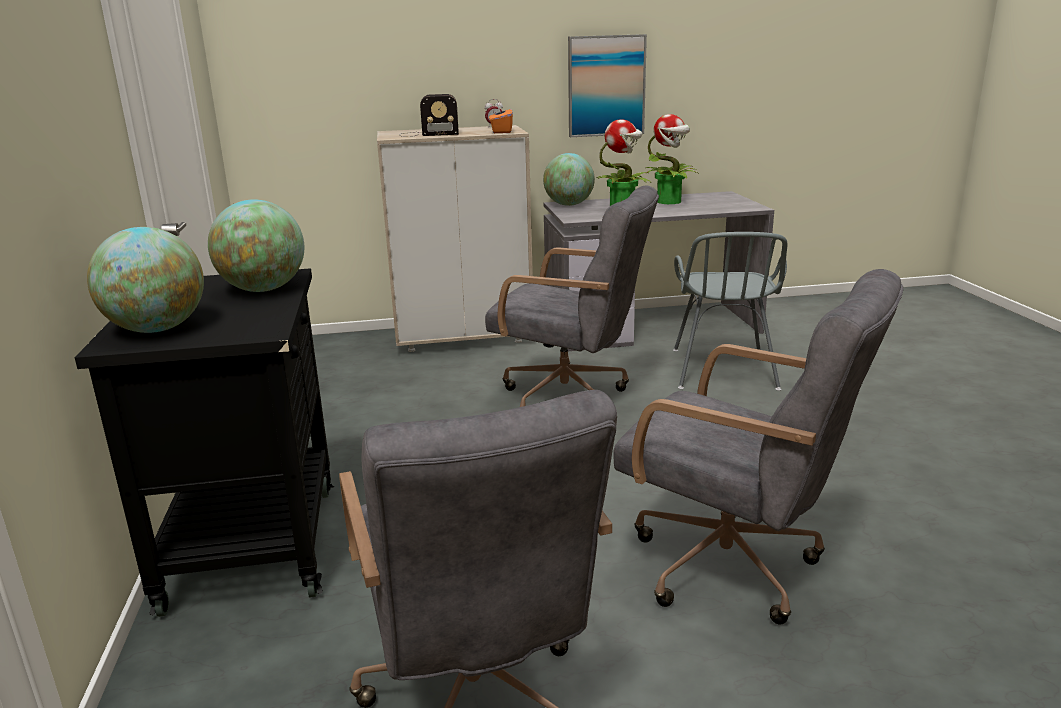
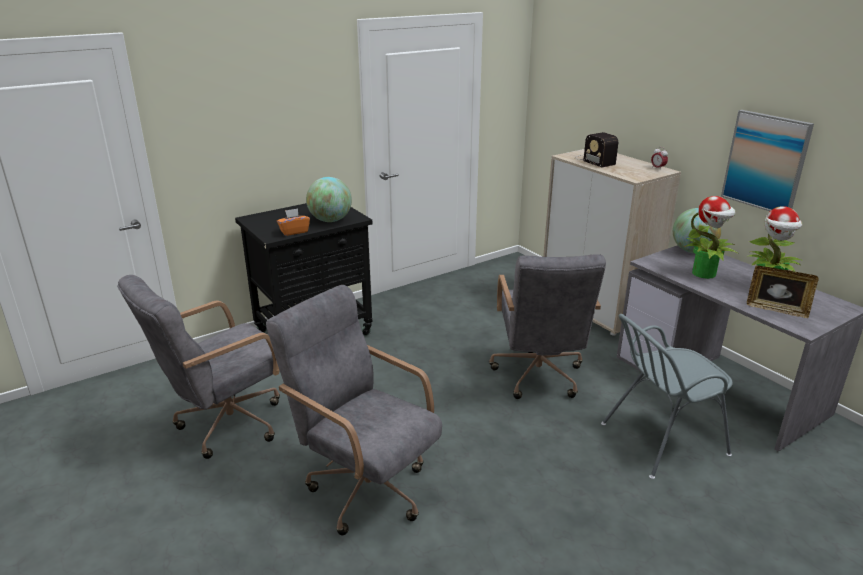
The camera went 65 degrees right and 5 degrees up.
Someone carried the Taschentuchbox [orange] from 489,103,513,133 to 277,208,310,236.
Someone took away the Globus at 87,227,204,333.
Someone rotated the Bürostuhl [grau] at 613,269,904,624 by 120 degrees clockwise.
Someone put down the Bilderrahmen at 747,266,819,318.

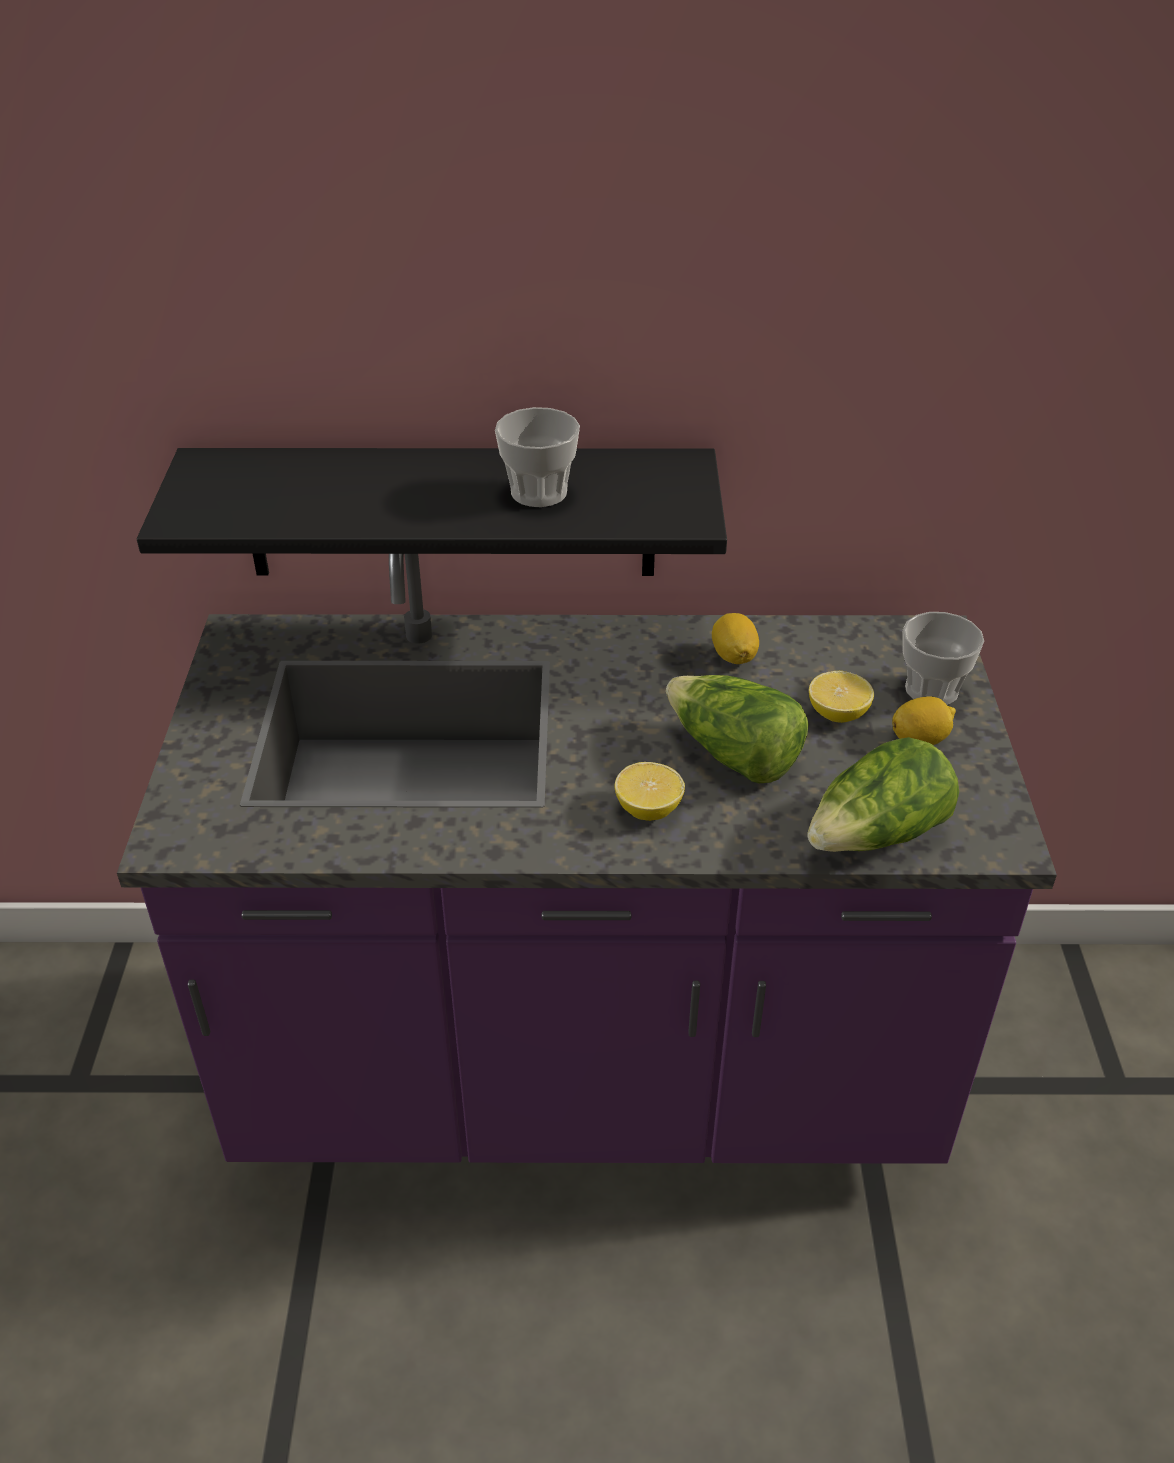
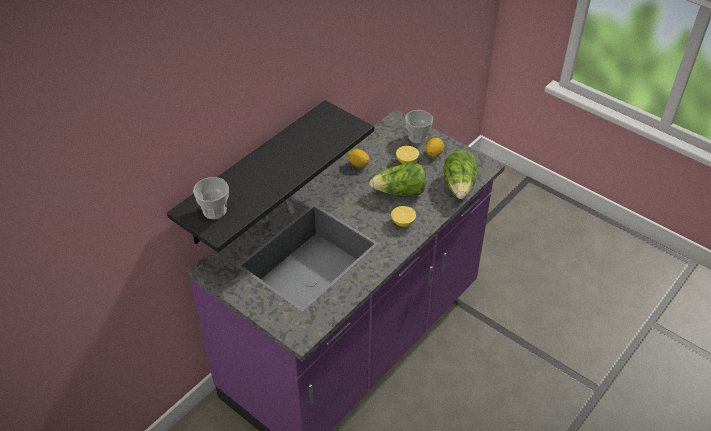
The camera went 50 degrees left and 5 degrees up.
Someone carried the Tasse from 495,407,580,507 to 193,177,229,219.

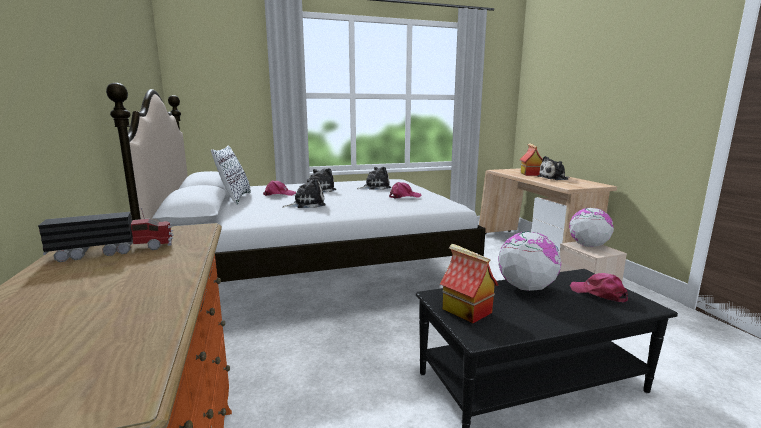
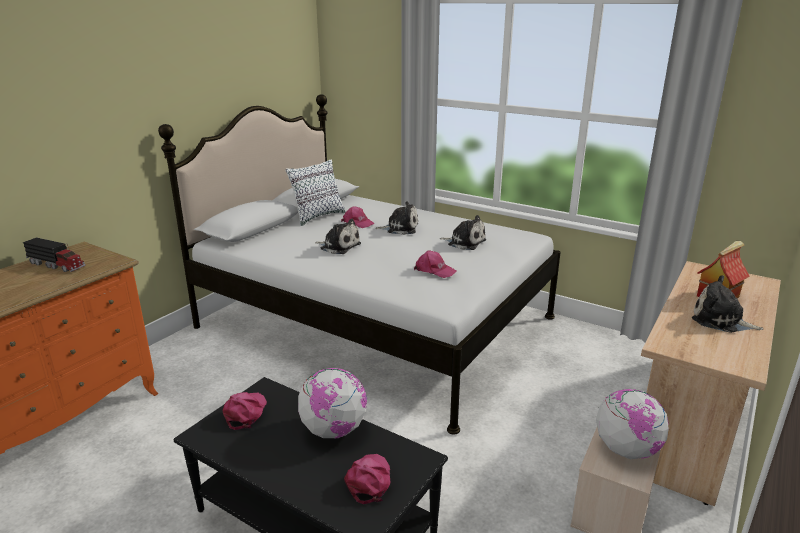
The camera went 50 degrees right and 10 degrees up.
Someone swapped the Spielzeughaus at 440,244,498,323 for the Kappe [rosa] at 222,392,267,430.

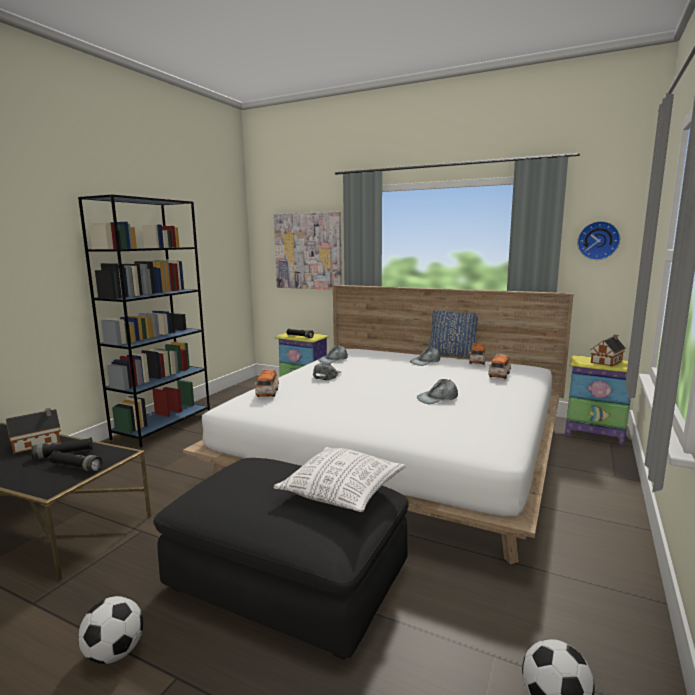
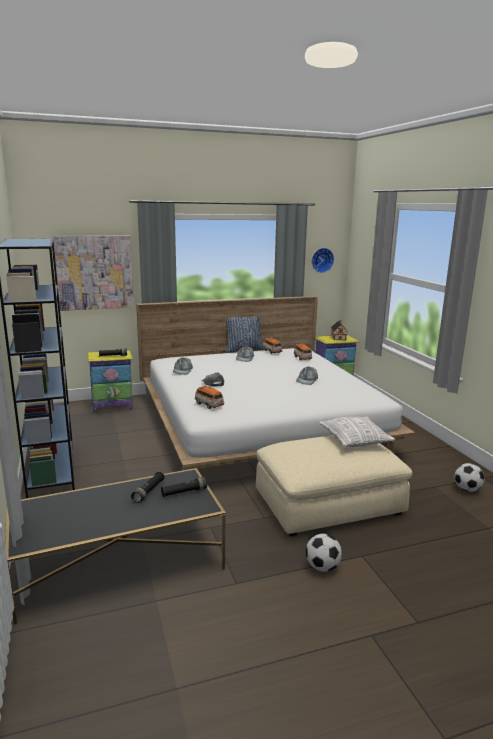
The camera went 45 degrees left and 5 degrees up.
Someone took away the Spielzeughaus at 6,408,61,454.
Someone repainted the Polsterhocker [schwarz] at 153,458,409,660, which became the Polsterhocker [beige] at 256,435,412,536.

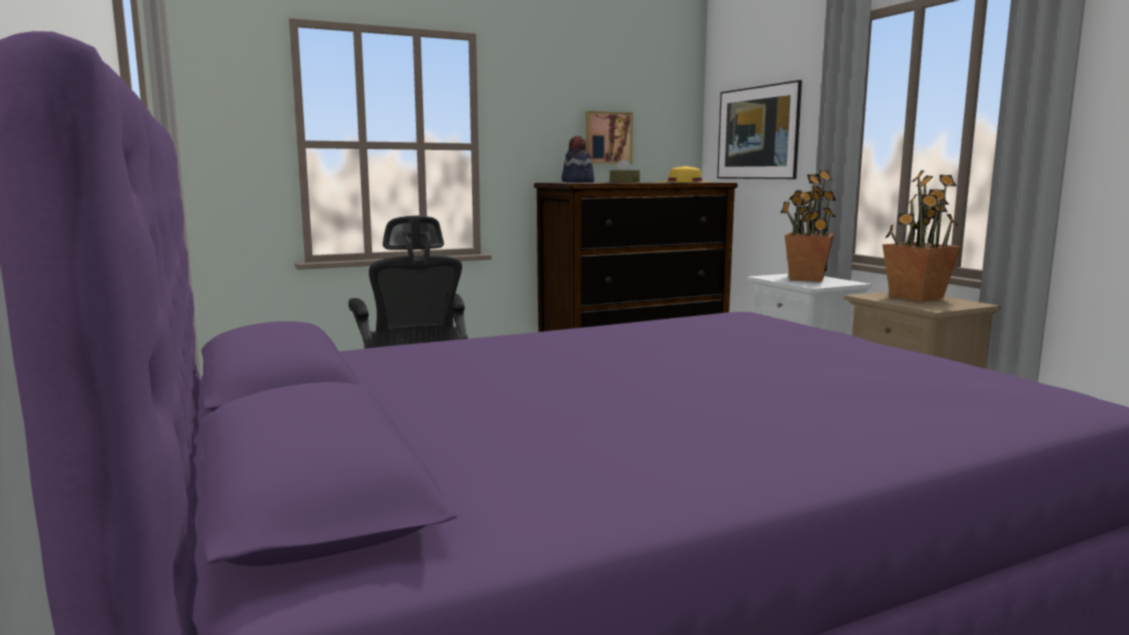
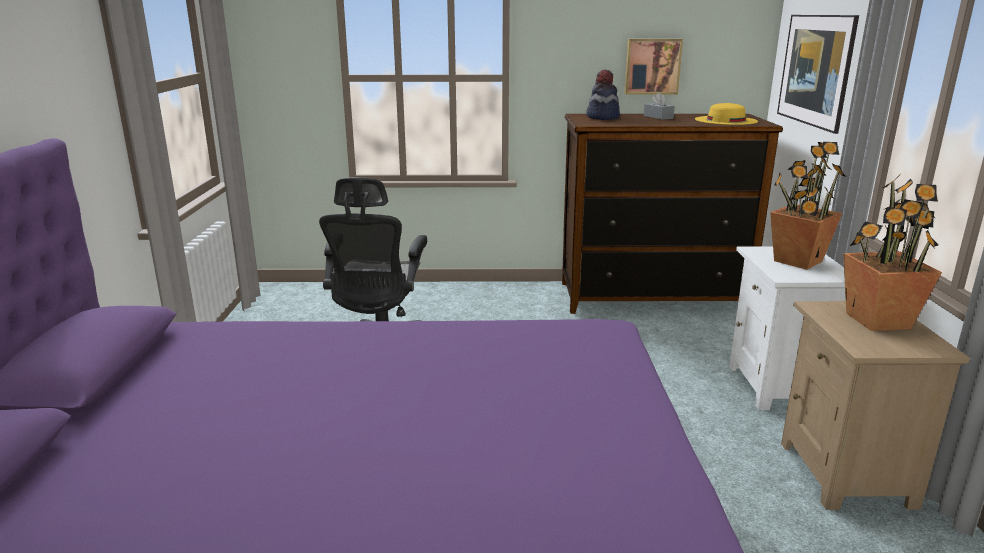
The camera went 25 degrees right and 10 degrees up.
Someone repainted the Taschentuchbox [braun] at 610,159,640,182, which became the Taschentuchbox [grau] at 644,92,675,120.

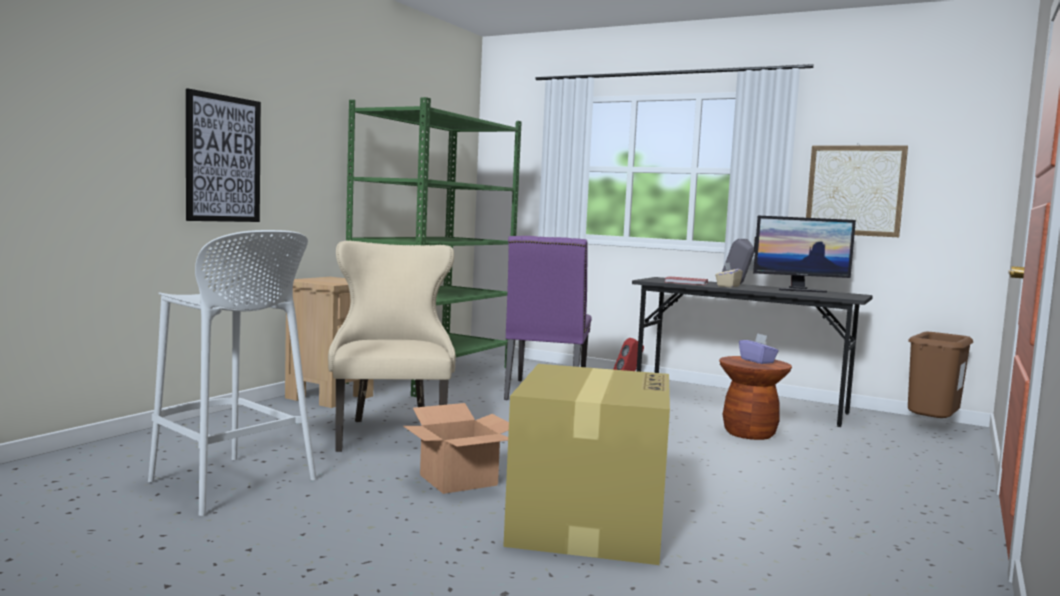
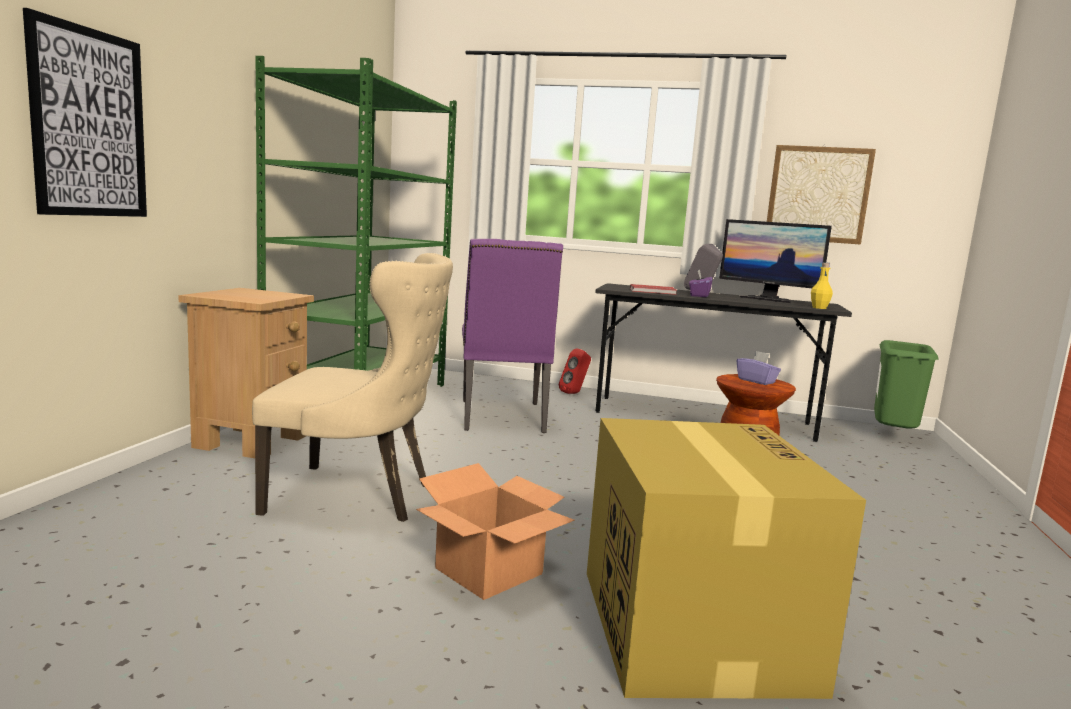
The camera went 15 degrees left and 5 degrees up.
Someone rotated the Monitor at 753,216,856,293 by 45 degrees clockwise.
Someone took away the Hocker [weiß] at 148,230,316,516.
Someone rotated the Stuhl [beige] at 328,240,456,452 by 120 degrees clockwise.
Someone repainted the Taschentuchbox [beige] at 715,263,743,288, which became the Taschentuchbox [lila] at 689,270,713,297.
Someone repainted the Mülleimer [braun] at 908,332,973,418, which became the Mülleimer [grün] at 874,340,939,429.
Someone put down the Flasche [gelb] at 811,262,833,309.

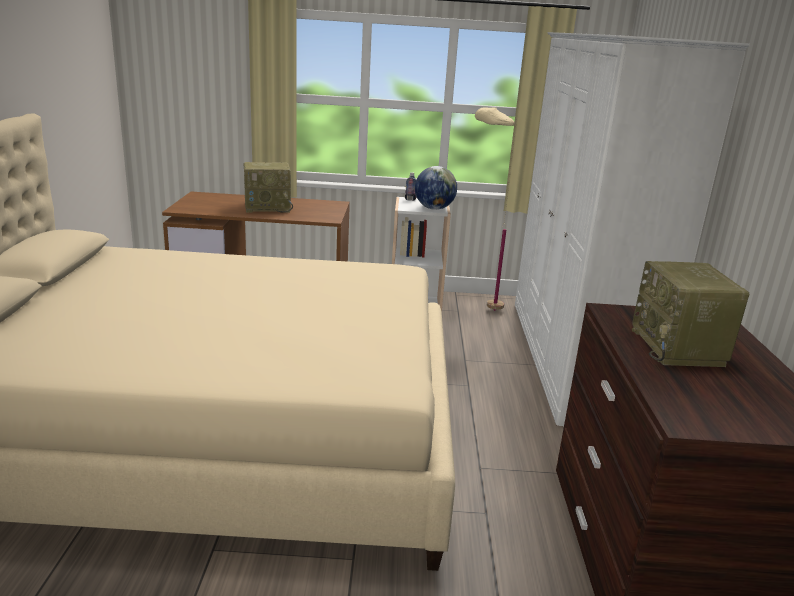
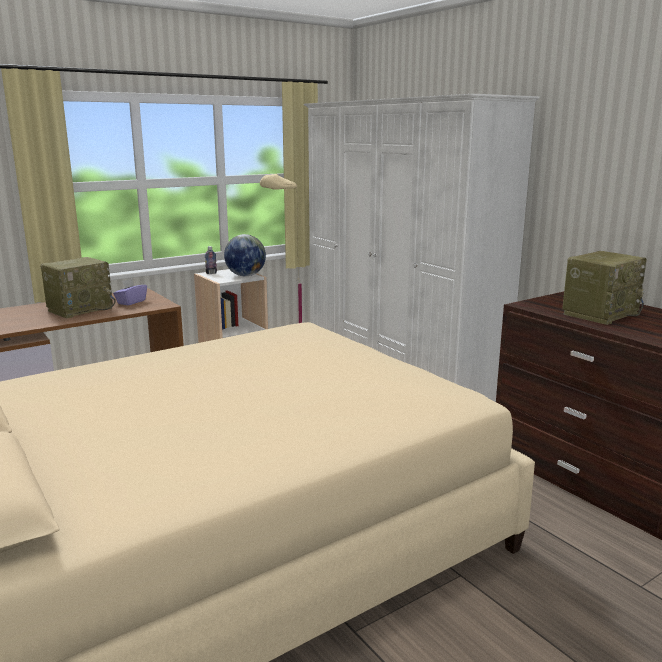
The camera went 35 degrees left and 5 degrees down.
Someone rotated the Radio at 632,261,750,367 by 90 degrees counterclockwise.
Someone put down the Taschentuchbox [lila] at 113,279,147,305.

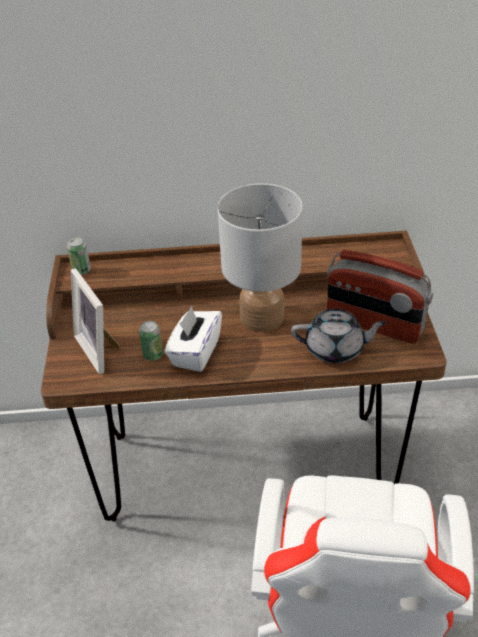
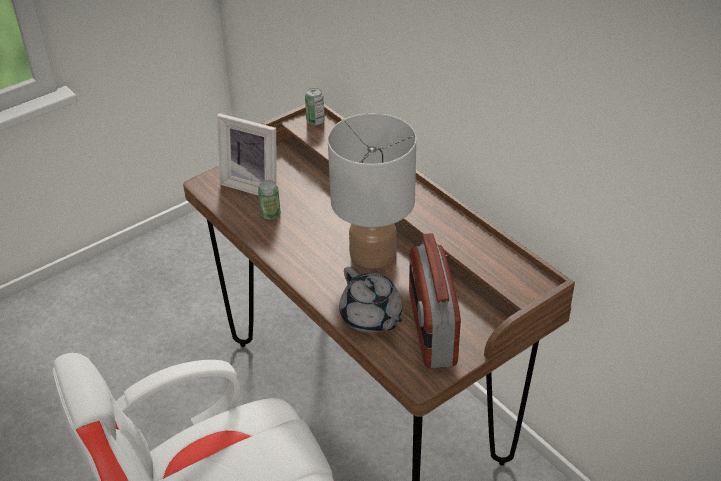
The camera went 55 degrees right and 0 degrees up.
Someone rotated the Bilderrahmen at 71,268,119,374 by 90 degrees counterclockwise.
Someone took away the Taschentuchbox [weiß] at 165,306,222,372.

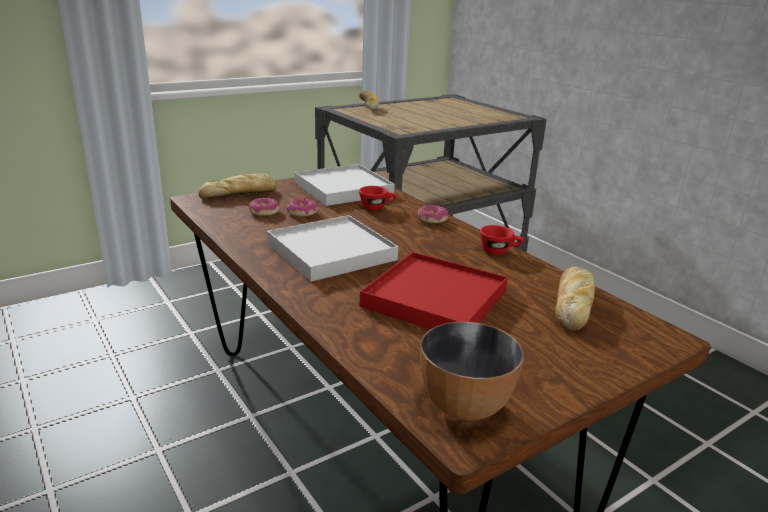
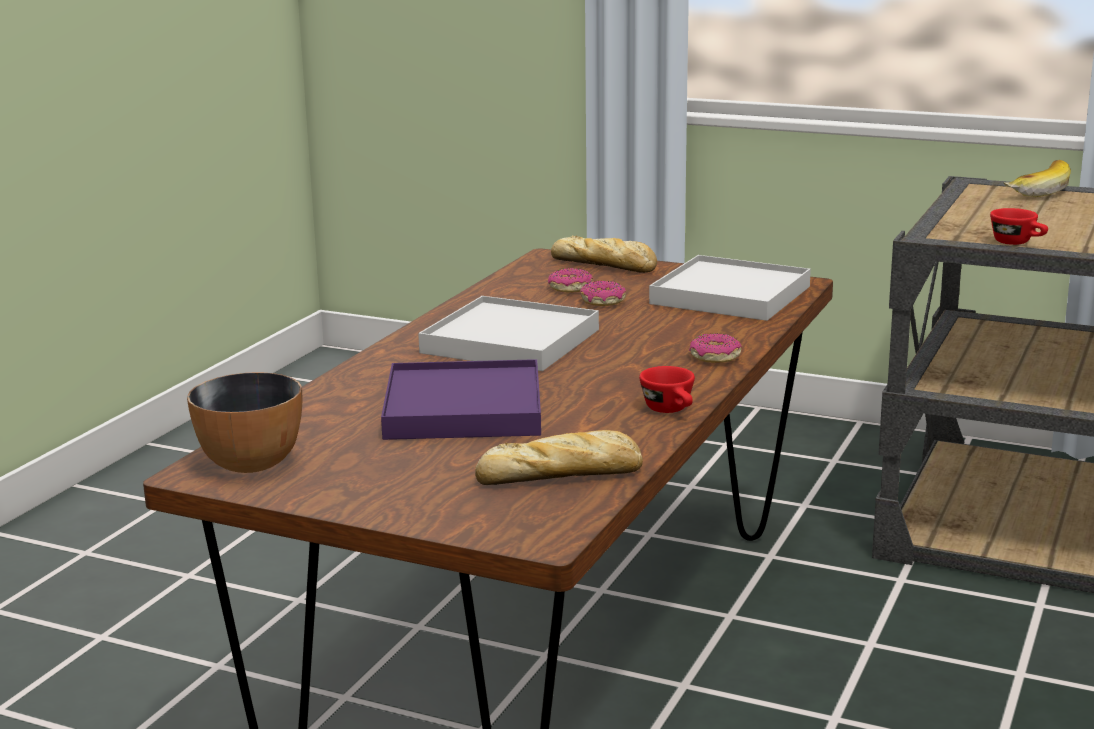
The camera went 60 degrees right and 5 degrees down.
Someone carried the Tasse [rot] from 359,186,396,210 to 990,208,1048,245.
Someone repainted the Tablett [rot] at 360,252,508,329, which became the Tablett [lila] at 381,359,541,440.

